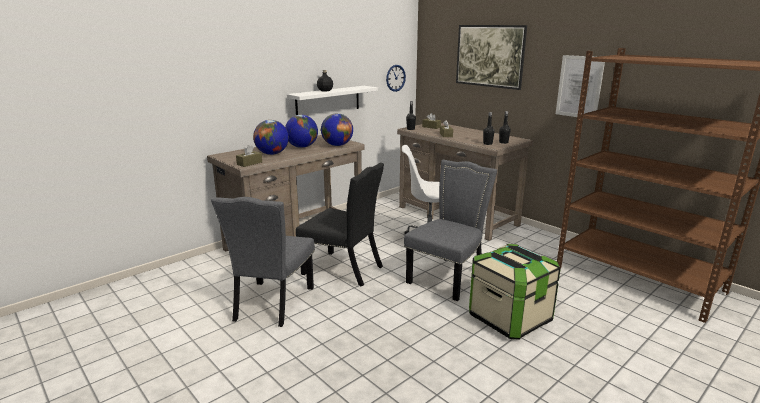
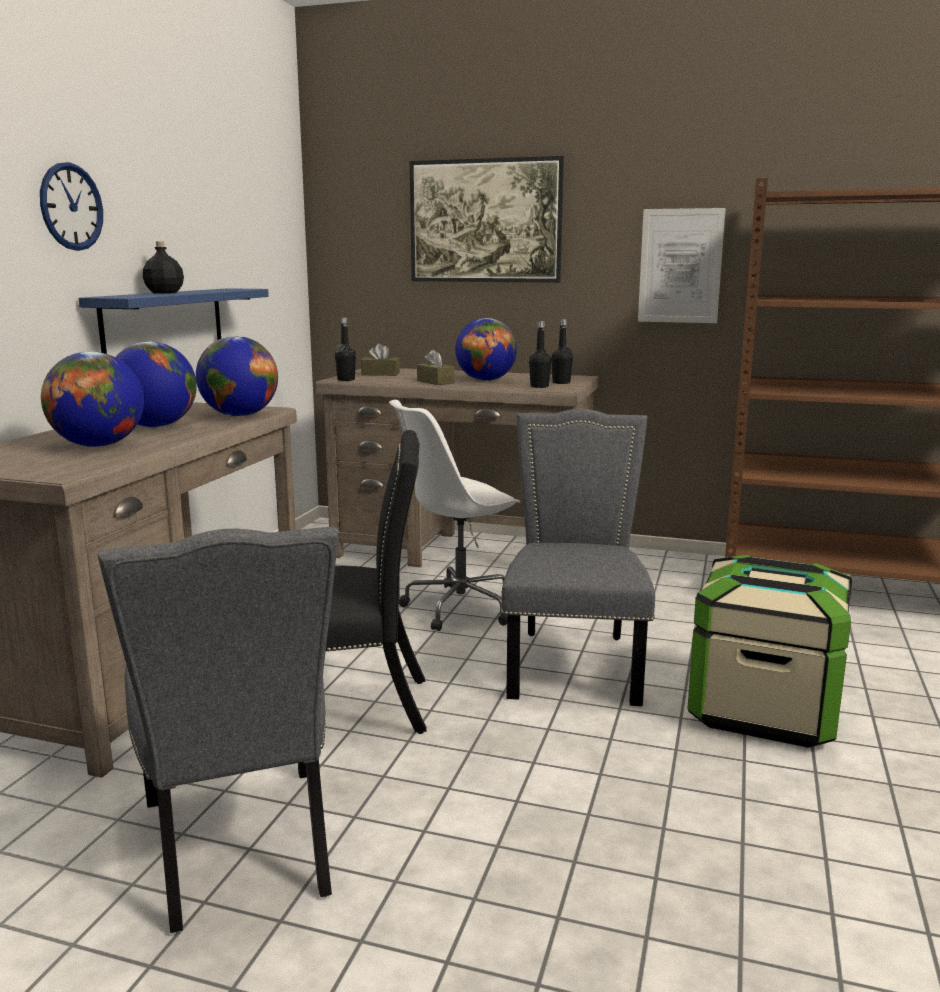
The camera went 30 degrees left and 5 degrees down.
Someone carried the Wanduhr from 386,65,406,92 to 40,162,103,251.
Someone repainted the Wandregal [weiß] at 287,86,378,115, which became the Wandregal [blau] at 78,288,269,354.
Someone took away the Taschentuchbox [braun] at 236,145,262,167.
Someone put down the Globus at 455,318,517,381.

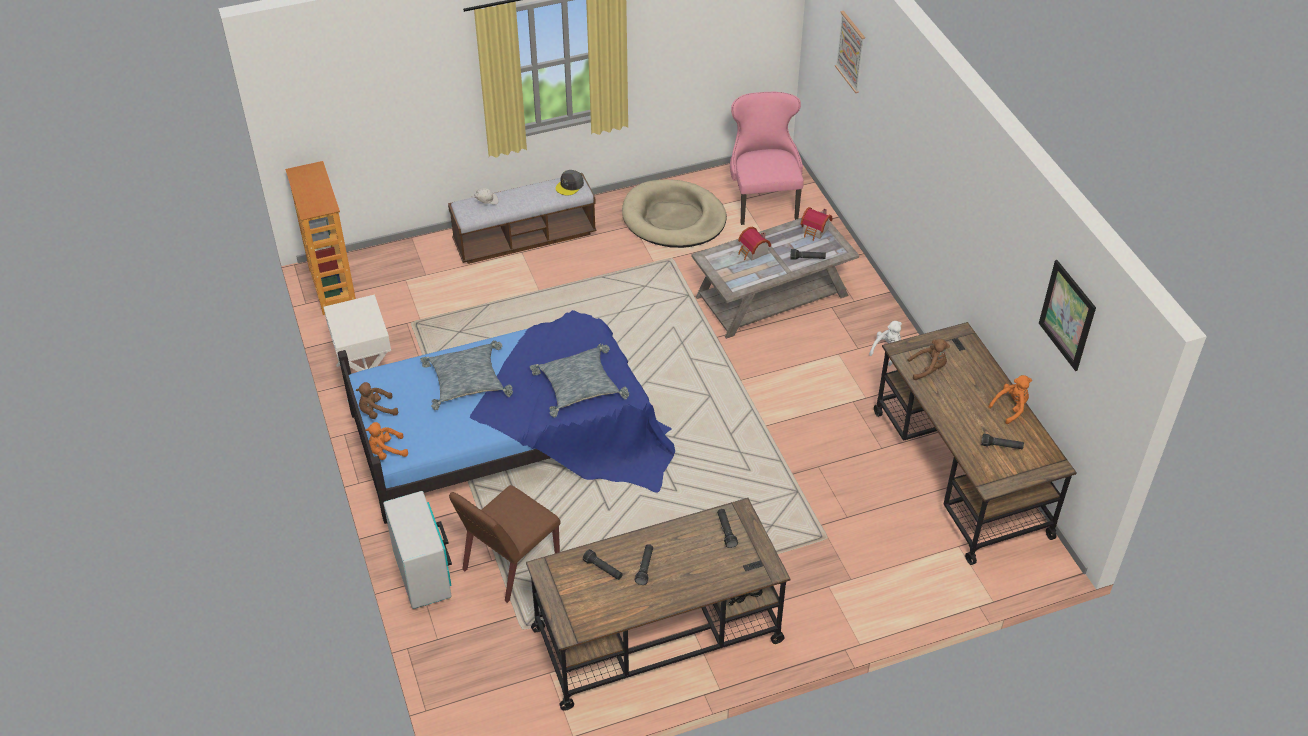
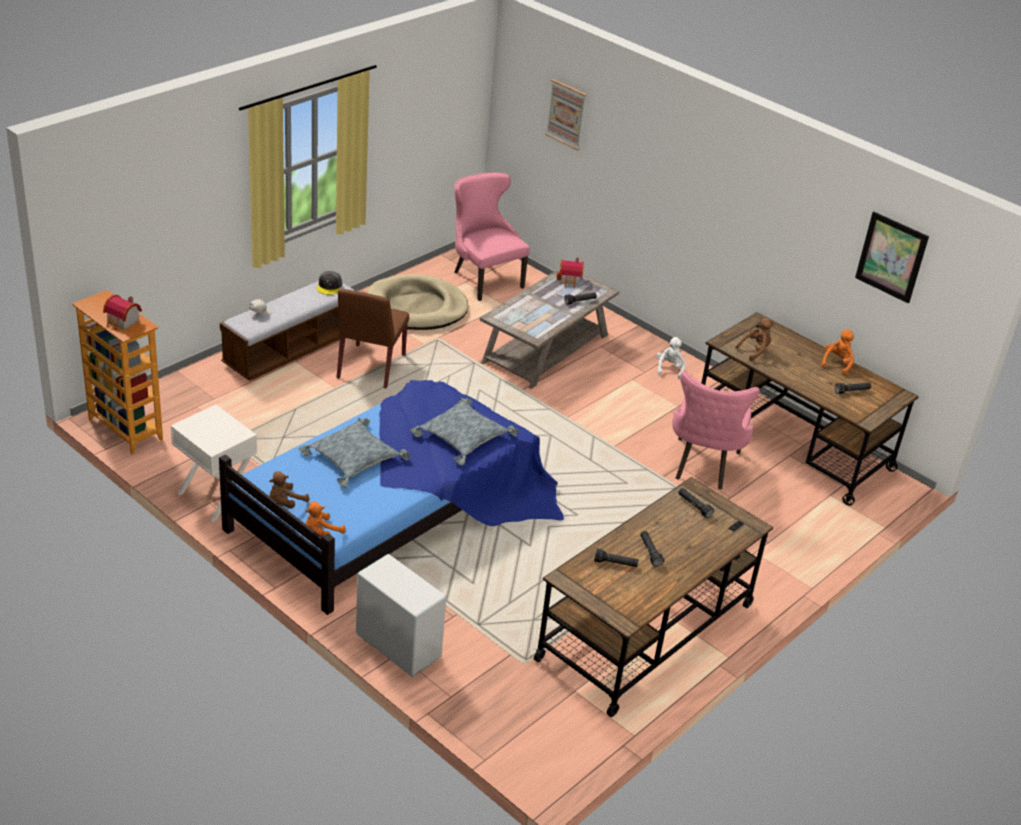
The camera went 30 degrees left and 10 degrees down.
Someone carried the Spielzeughaus from 738,226,771,260 to 103,294,142,331.
Someone carried the Stuhl [braun] from 449,485,561,603 to 336,289,409,389.
Someone put down the Stuhl [rosa] at 672,371,760,489.

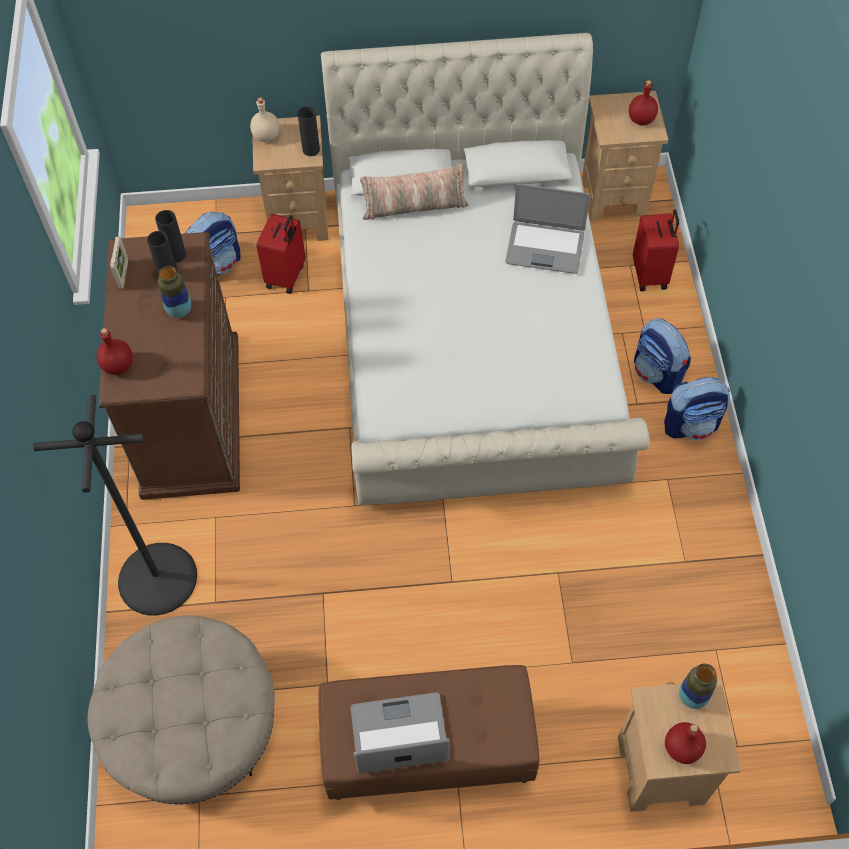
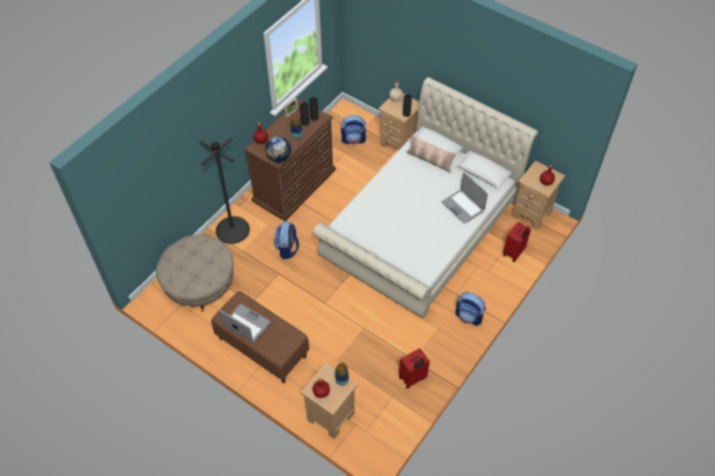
The camera went 40 degrees right and 5 degrees down.
Someone carried the Koffer [rot] from 256,213,306,294 to 399,348,430,389.
Someone carried the Rucksack from 634,318,691,394 to 274,221,299,259.
Someone put down the Globus at 265,136,291,162.

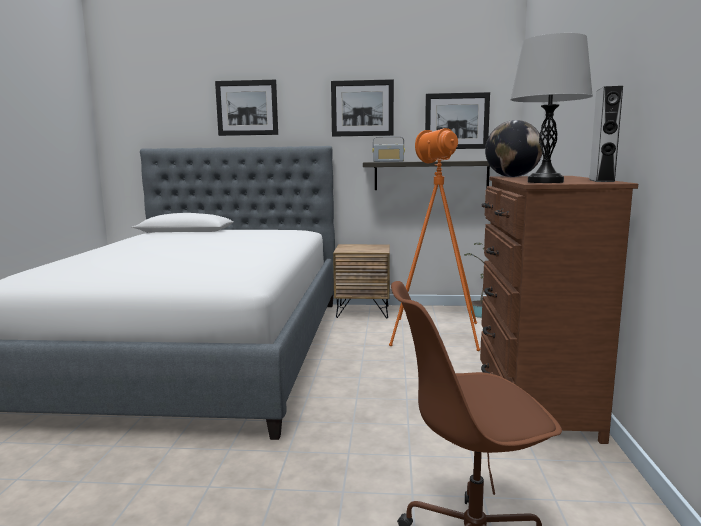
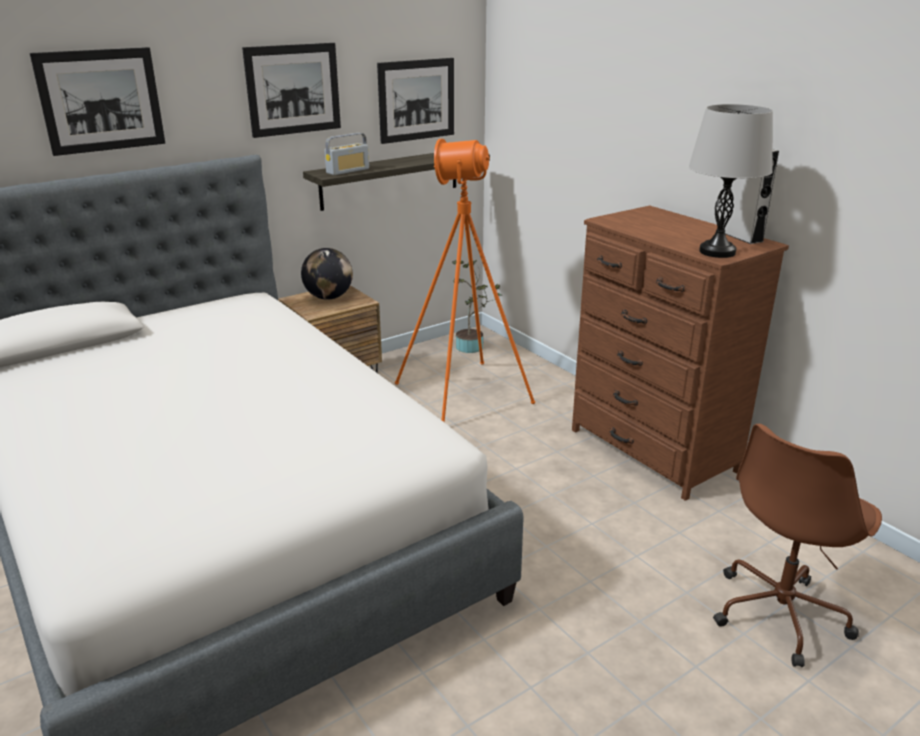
The camera went 40 degrees left and 15 degrees up.
Someone carried the Globus from 485,120,542,177 to 301,248,353,300.

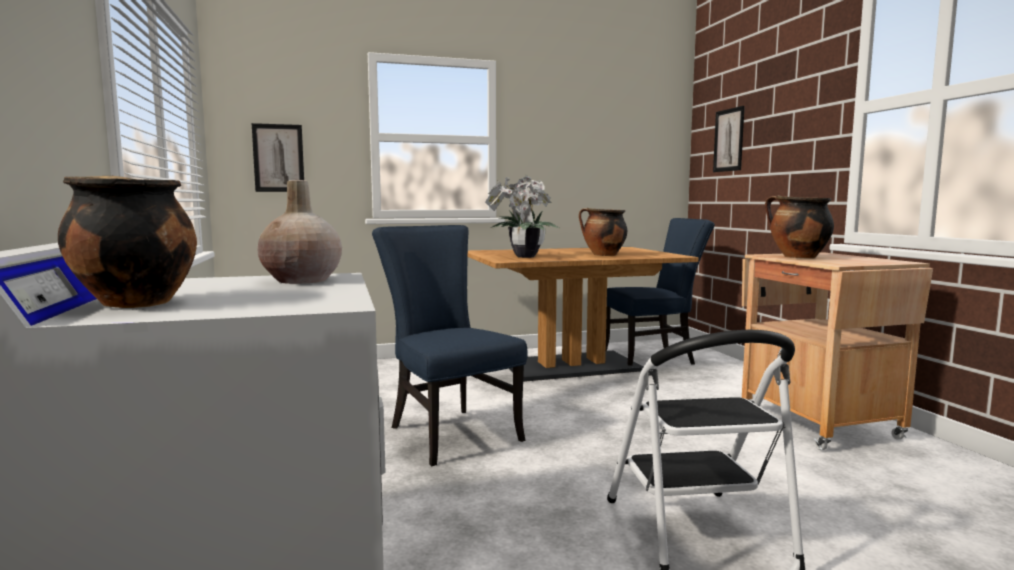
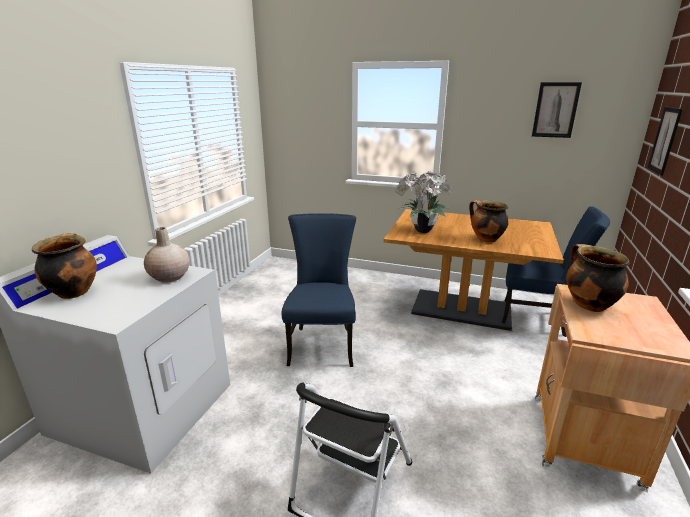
The camera went 35 degrees right and 15 degrees up.
Someone carried the Bild from 252,123,304,192 to 532,82,582,138.

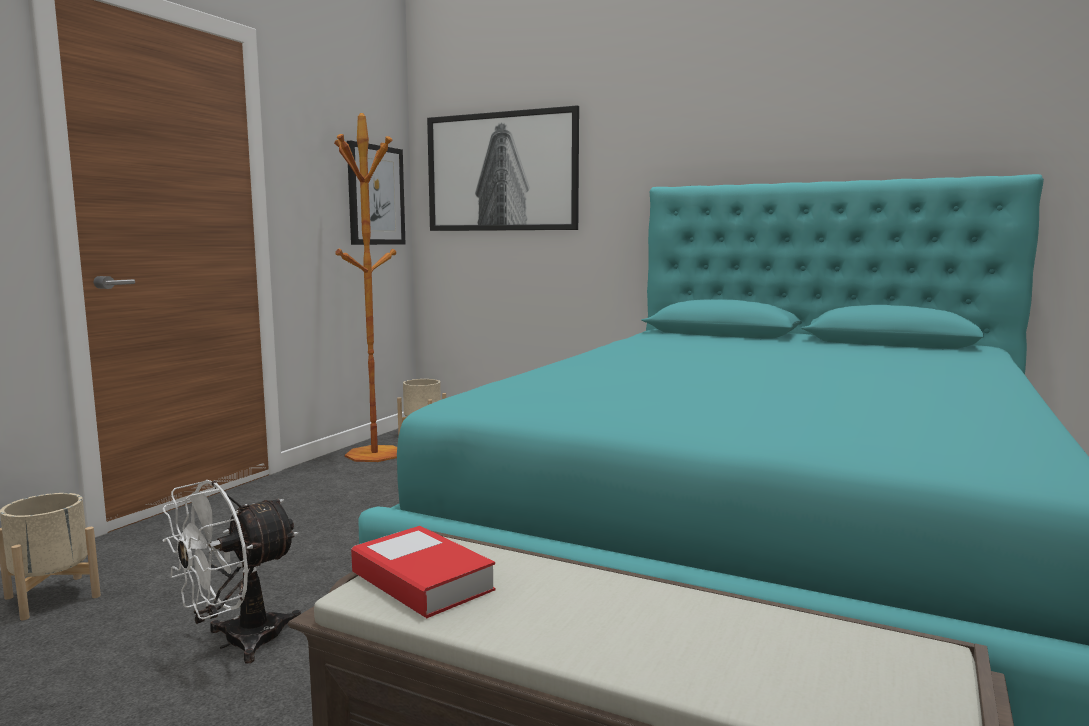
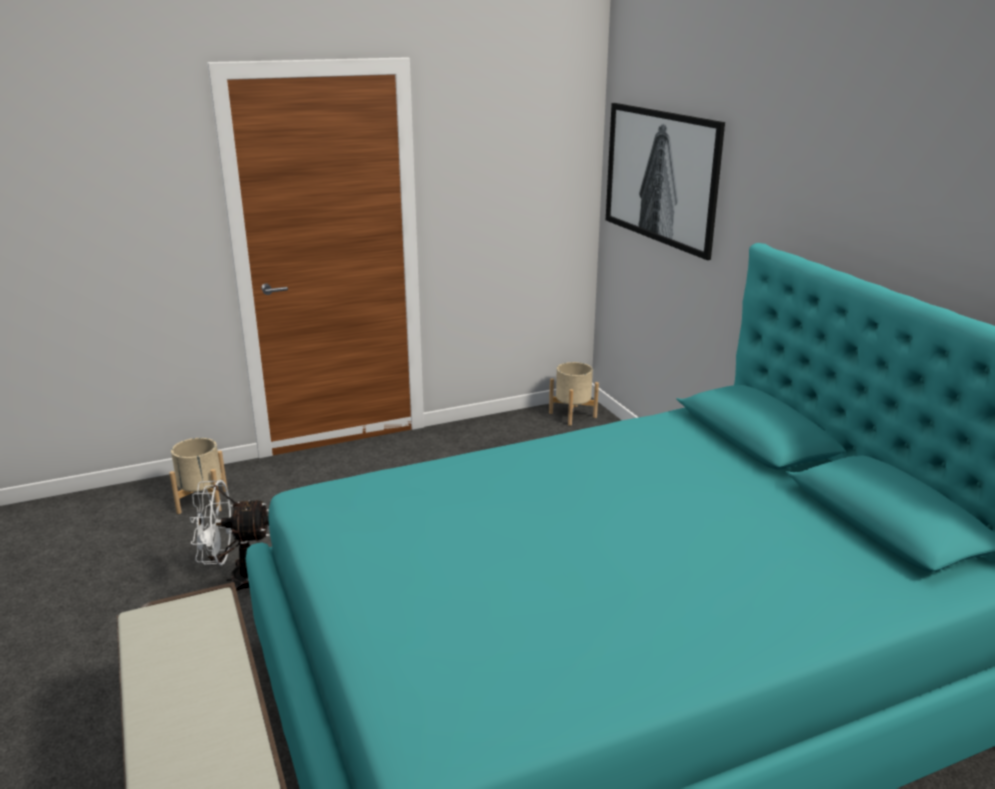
The camera went 40 degrees right and 15 degrees up.
Someone took away the Kleiderständer [orange] at 334,113,397,462.
Someone took away the Bild at 347,141,405,245.
Someone took away the Buch at 351,526,495,618.

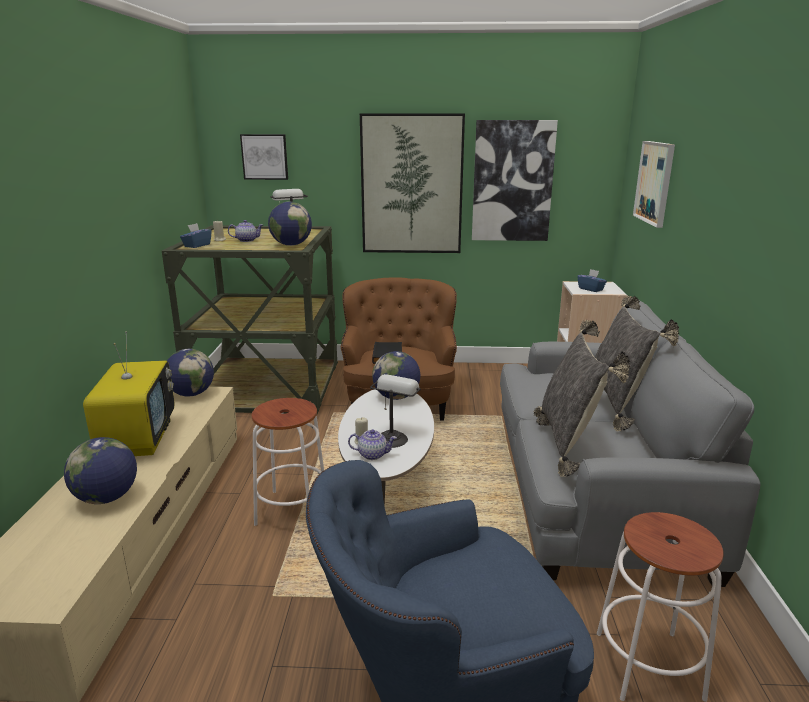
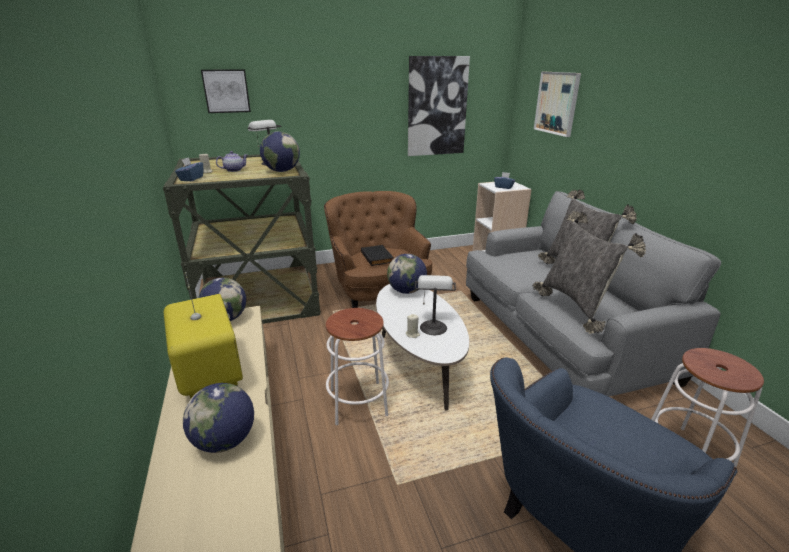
The camera went 20 degrees left and 5 degrees up.
Someone took away the Bild at 360,113,465,253.
Someone took away the Teekanne at 348,429,397,460.

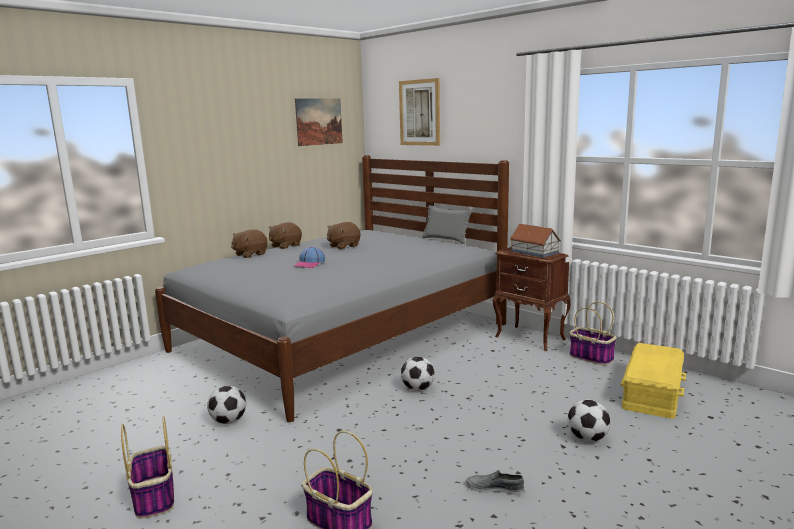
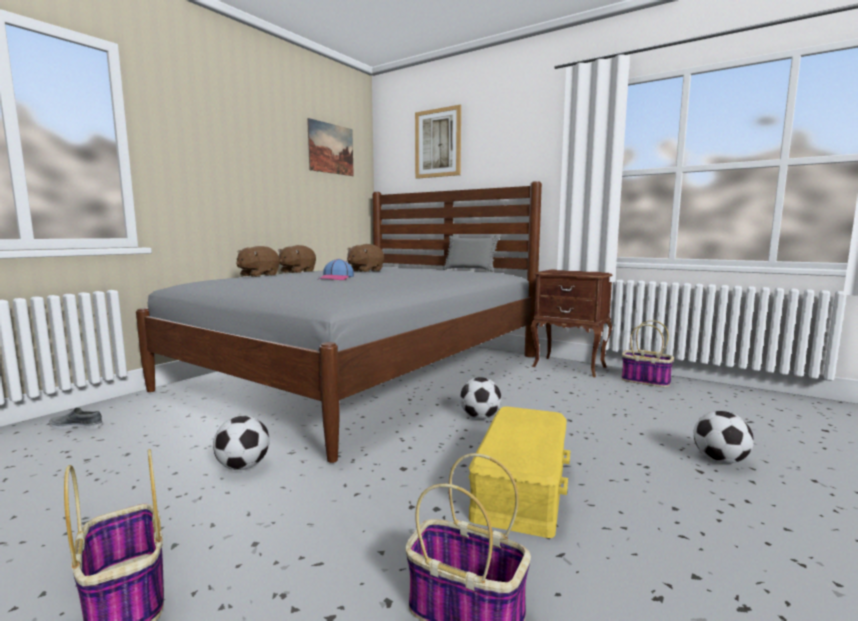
The camera went 10 degrees left and 5 degrees down.
Someone took away the Spielzeughaus at 510,224,561,258.
Someone carried the Aufbewahrungsbox [gelb] from 621,343,686,419 to 469,406,570,538.
Someone carried the Schuh [grau] from 466,470,524,495 to 49,408,102,429.

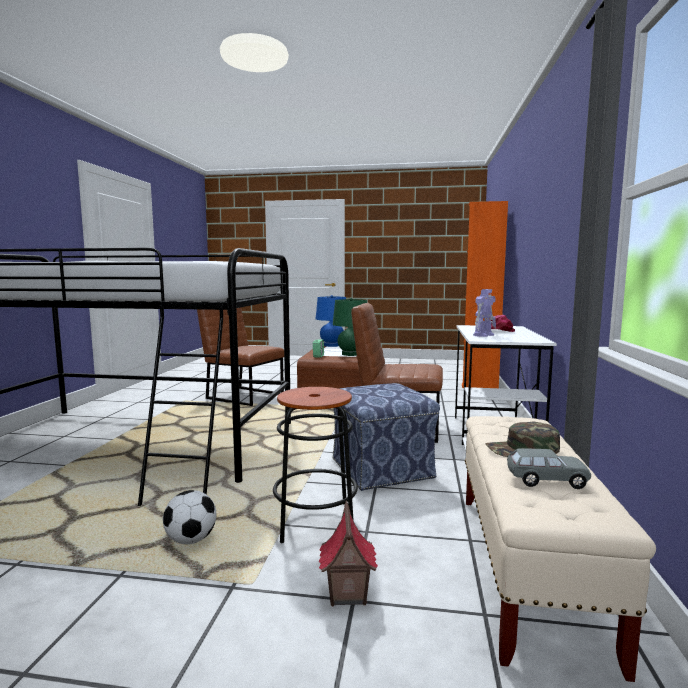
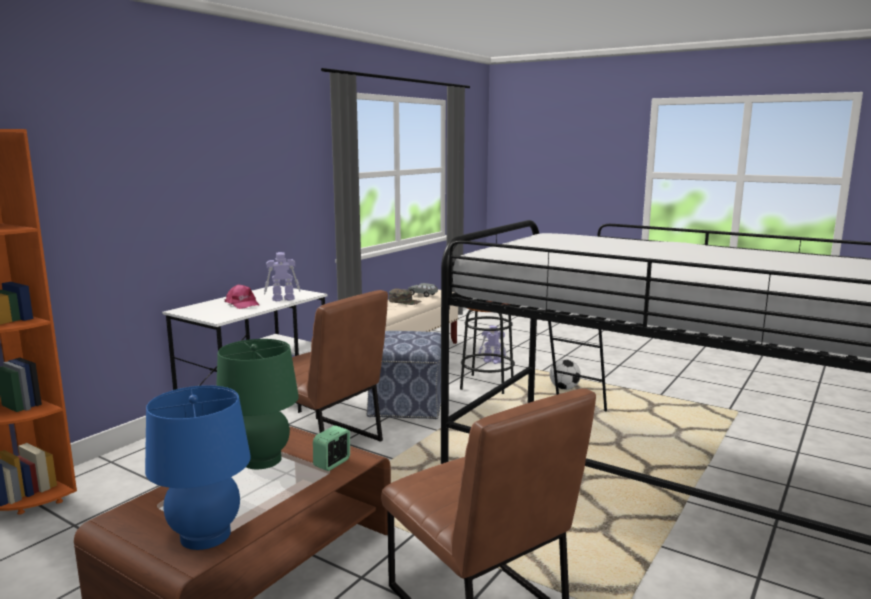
The camera went 155 degrees left and 5 degrees up.
Someone swapped the Spielzeughaus at 318,501,378,606 for the Spielzeugroboter at 478,325,506,364.

